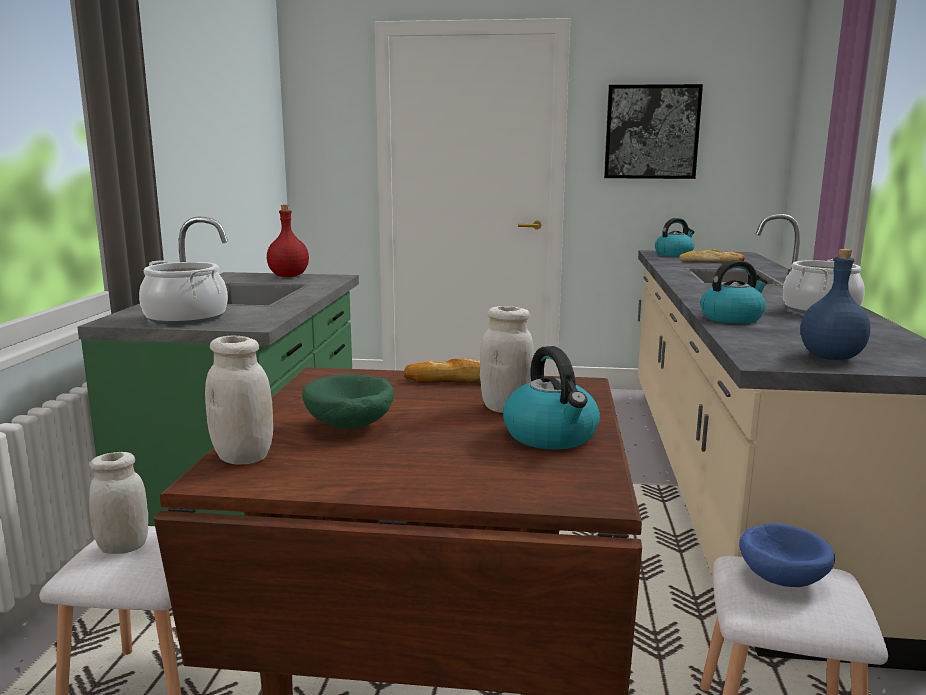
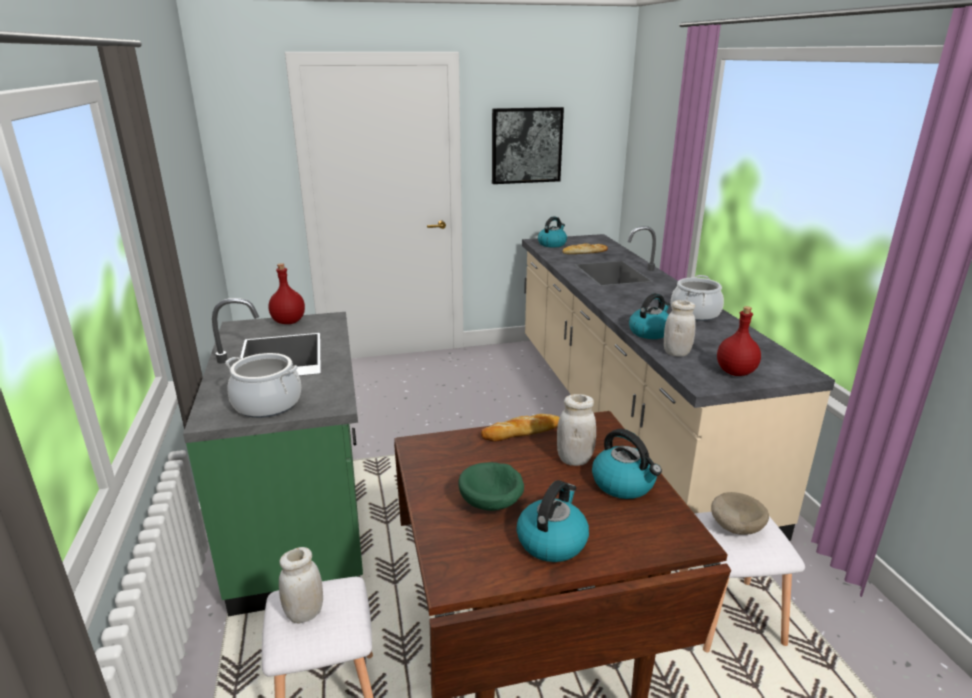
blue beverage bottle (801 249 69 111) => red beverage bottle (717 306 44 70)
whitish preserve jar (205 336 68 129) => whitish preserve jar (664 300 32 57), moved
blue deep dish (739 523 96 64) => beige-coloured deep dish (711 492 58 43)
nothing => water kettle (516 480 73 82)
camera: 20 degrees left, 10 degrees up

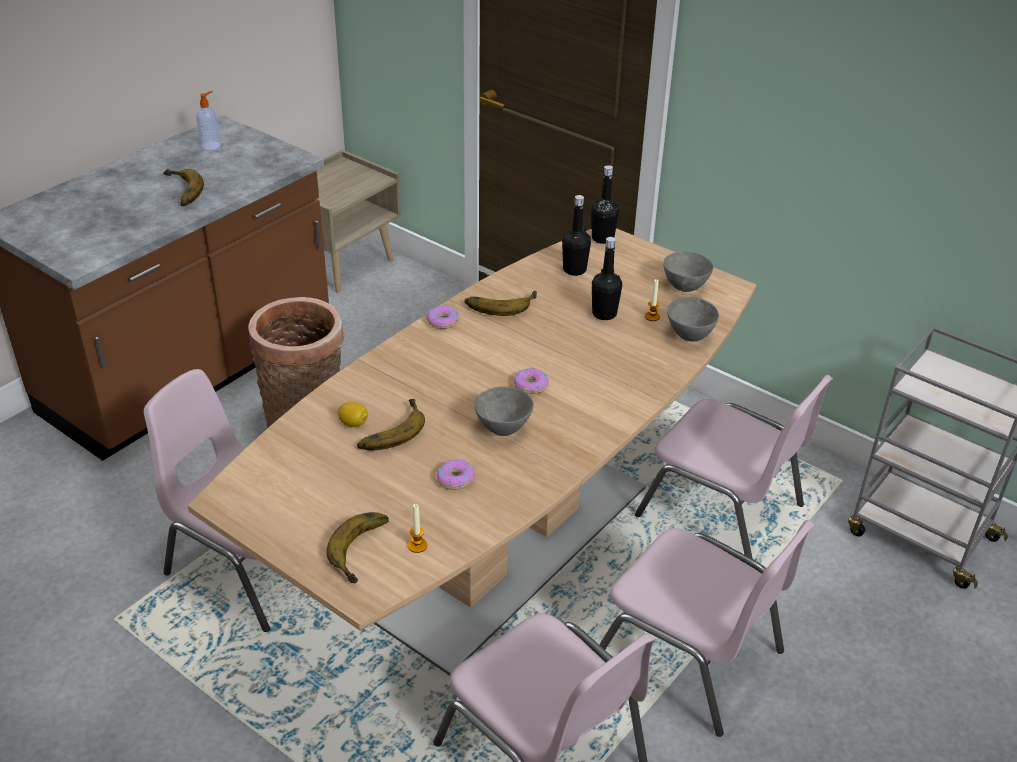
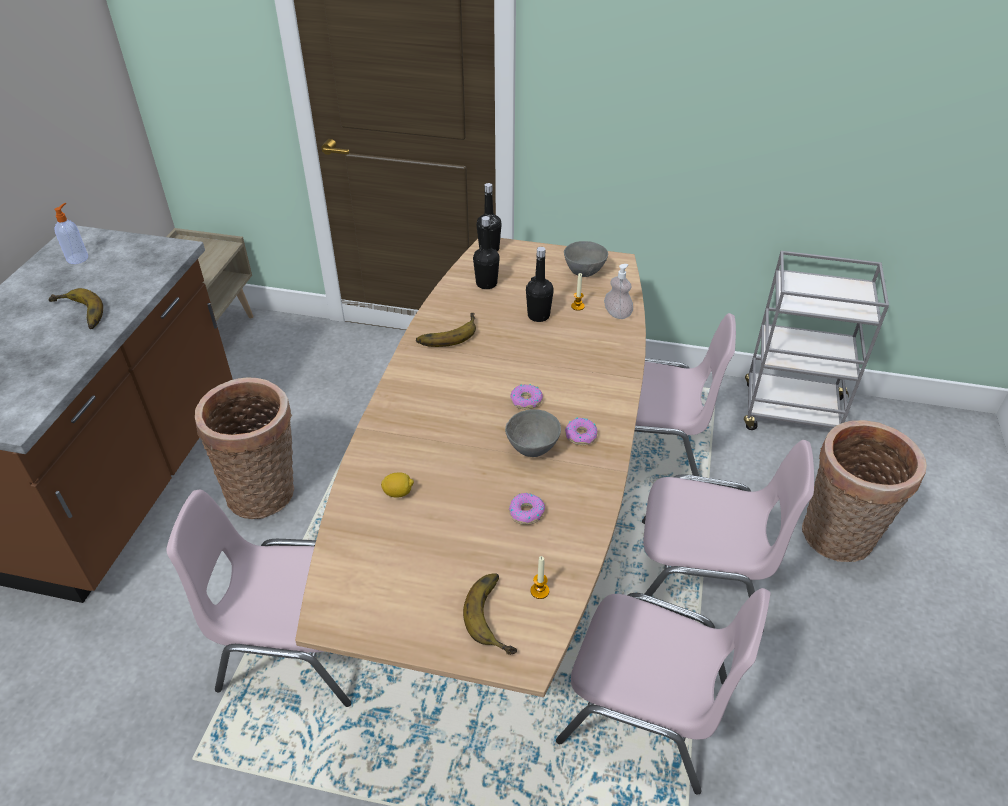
grey deep dish (667 297 52 45) => soap dispenser (604 264 29 55)
donut (426 305 33 24) => donut (565 417 33 28), moved
whole banana (357 399 68 51) => nothing
nothing => basket (802 420 125 142)
camera: 25 degrees left, 5 degrees up

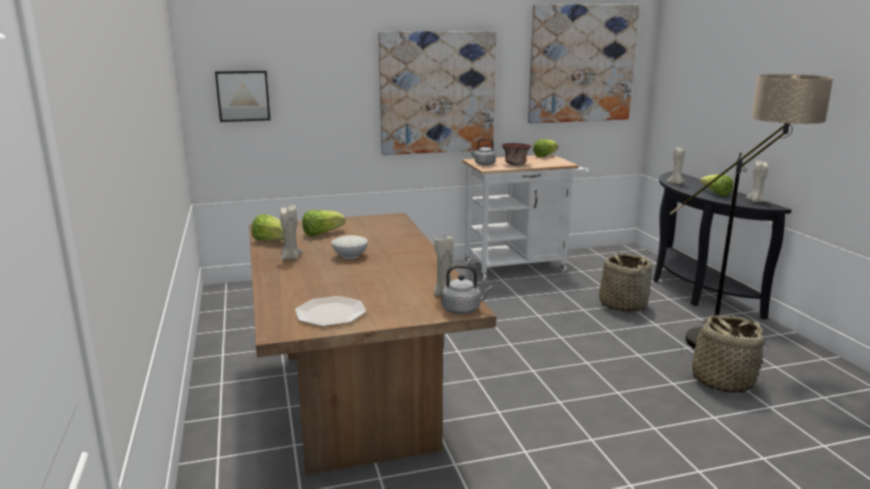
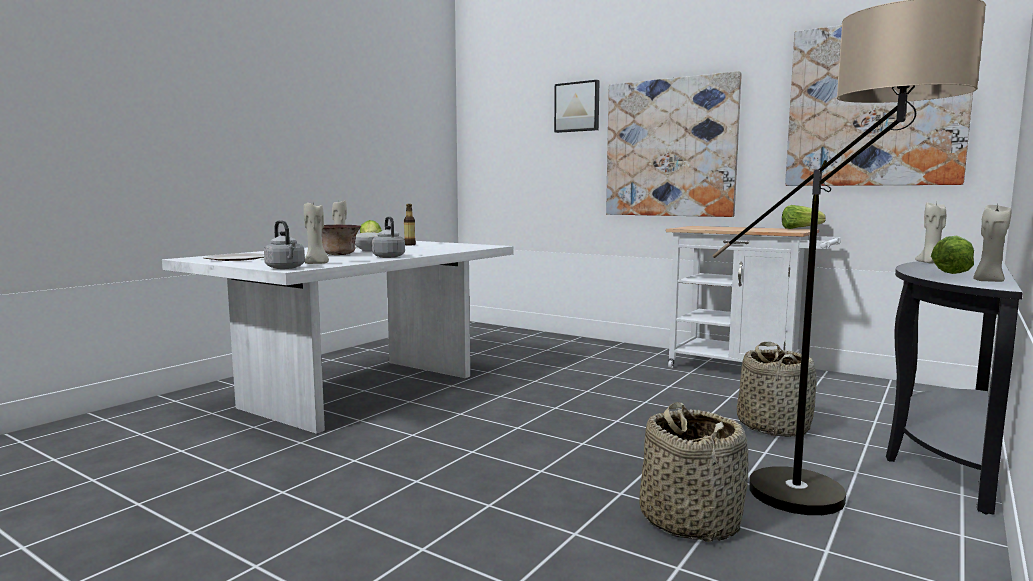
wall art (215 70 55 52) => wall art (554 80 46 53), moved
grey water kettle (470 138 26 27) => grey water kettle (372 216 33 42), moved
deep dish (502 143 29 22) => deep dish (322 225 39 30), moved
lettuce head (302 210 43 26) => beverage bottle (404 204 12 41)
brown-coloured kitchen table (249 213 247 262) => whitish kitchen table (162 241 351 193)
camera: 50 degrees right, 10 degrees down

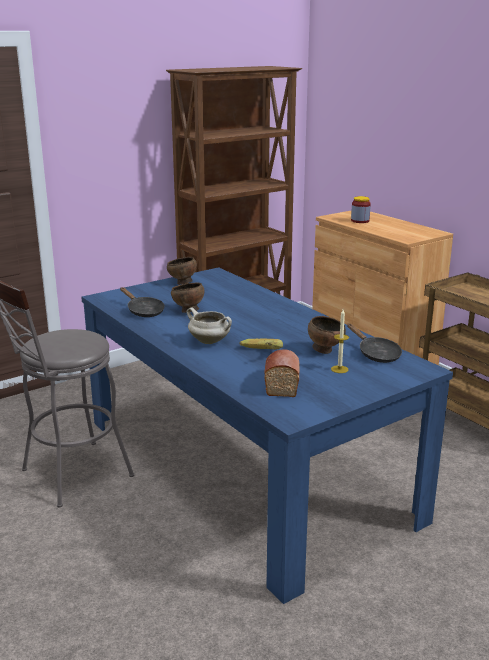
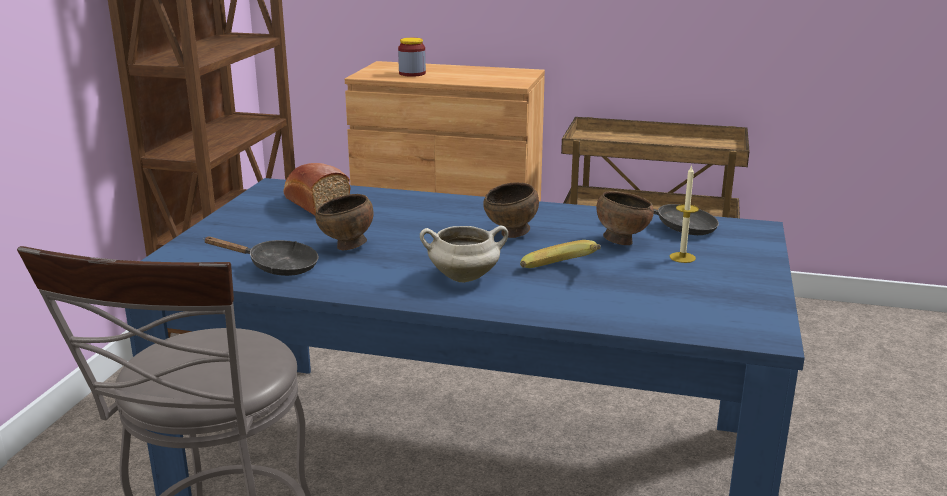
brown-coloured deep dish (167 257 30 28) => brown-coloured deep dish (483 182 56 56), moved
baked bread (264 349 36 48) => baked bread (283 163 68 53), moved
camera: 40 degrees left, 0 degrees up

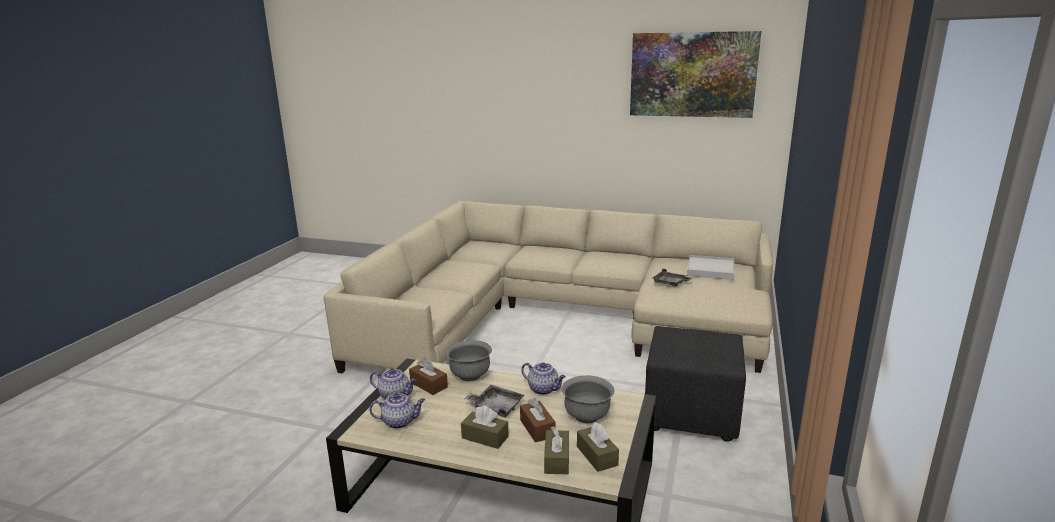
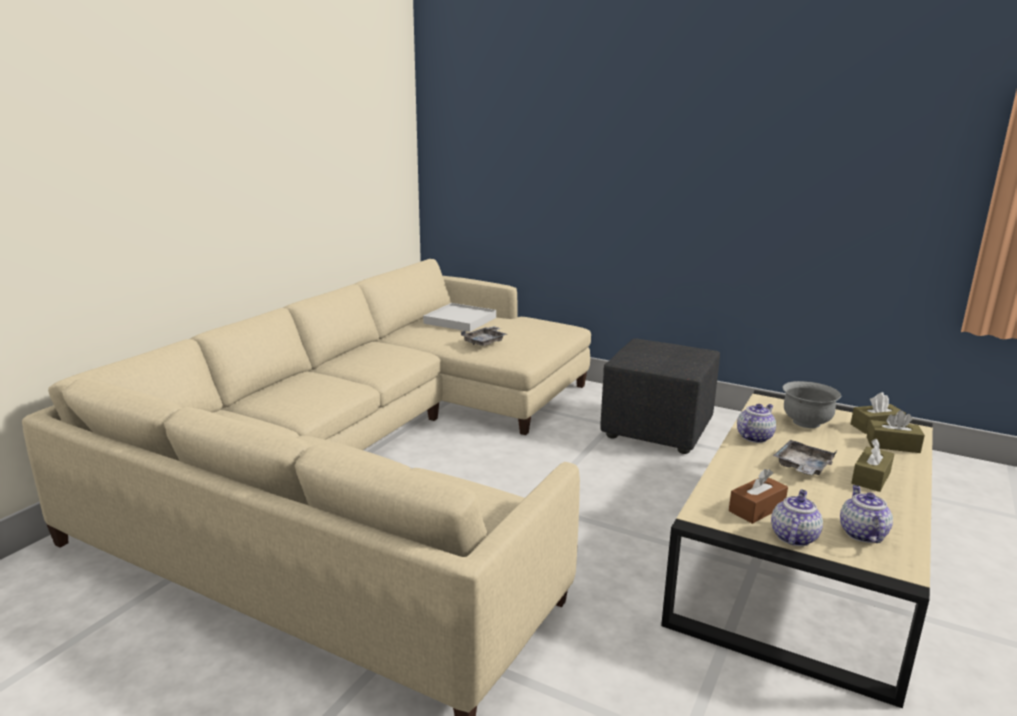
wall art (630 31 131 87) => nothing
grey deep dish (445 340 47 41) => nothing
brown-coloured box of tissues (520 398 36 45) => nothing
camera: 80 degrees left, 0 degrees up

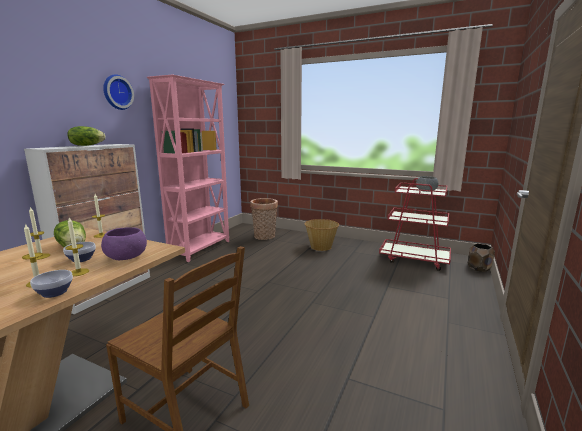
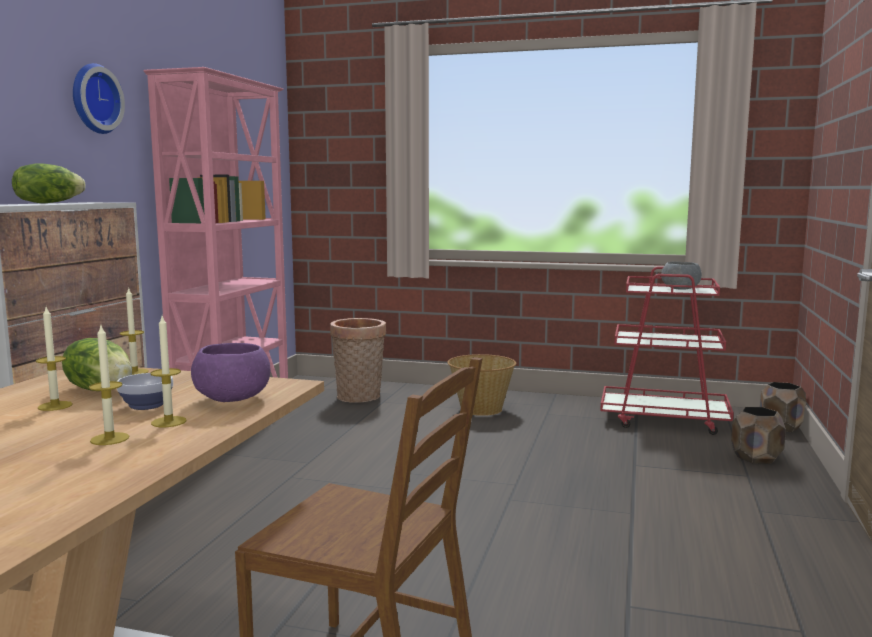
deep dish (30 270 43 28) => nothing
nothing => brown-coloured plant pot (731 407 55 57)
camera: 10 degrees left, 5 degrees down

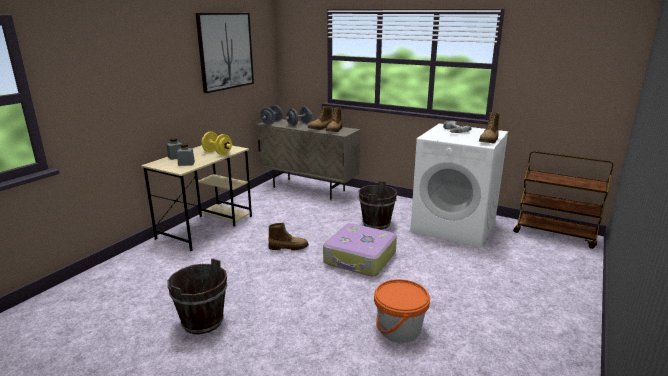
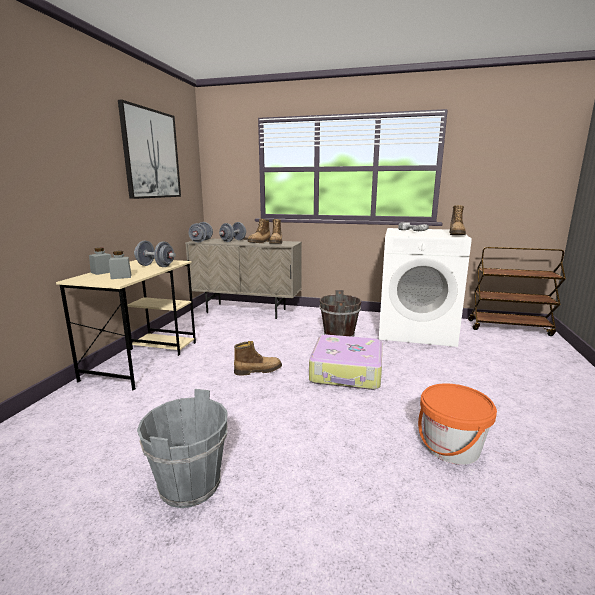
yellow-coloured hand weight (202 132 30 23) => grey hand weight (134 241 42 26)
brown-coloured water bucket (167 258 60 76) => grey water bucket (137 389 91 119)
camera: 15 degrees left, 5 degrees down

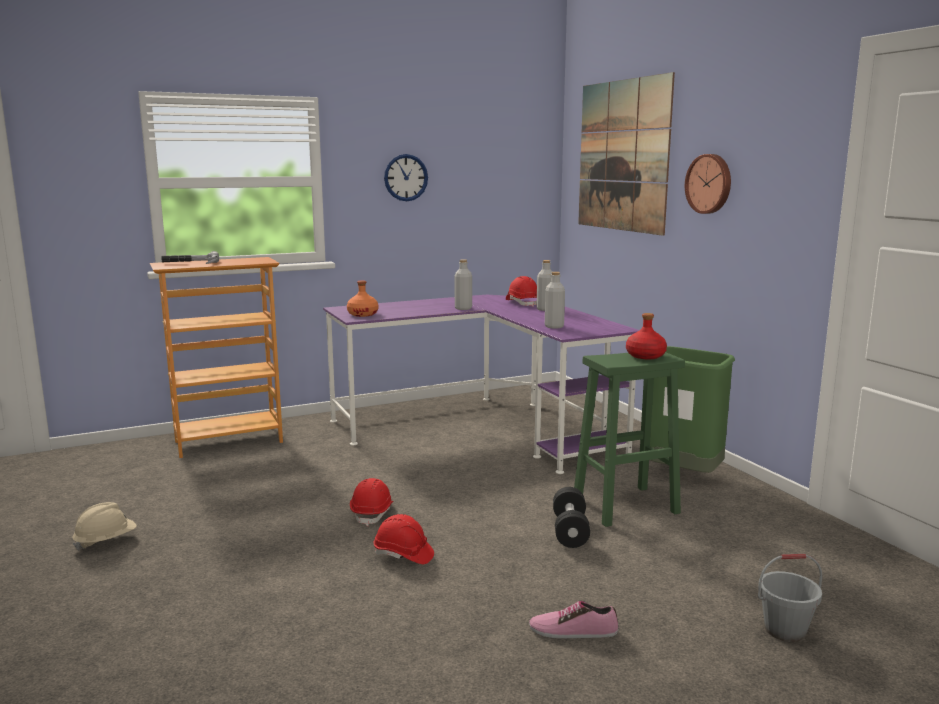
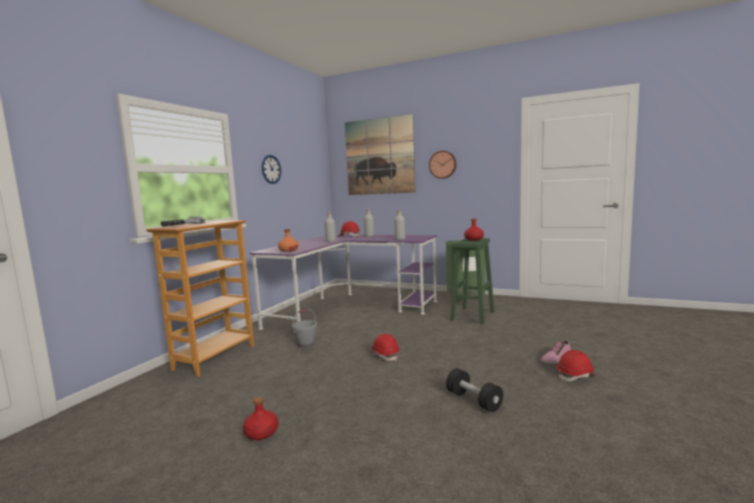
black-coloured hand weight (553 487 37 61) => black-coloured hand weight (446 368 57 44), moved
beige-coloured work helmet (72 502 65 49) => red beverage bottle (243 397 36 43)
red work helmet (374 514 60 50) => red work helmet (557 350 39 31), moved
grey water bucket (758 554 64 88) => grey water bucket (292 309 25 38), moved
camera: 40 degrees left, 5 degrees down

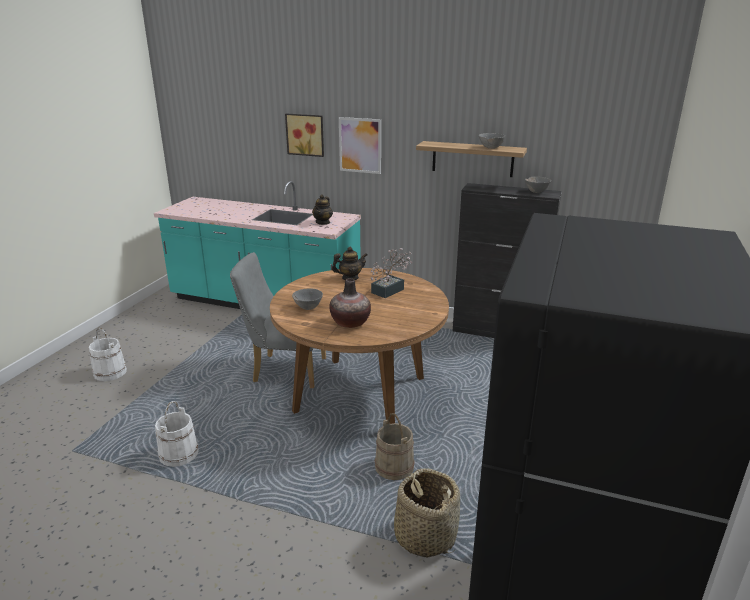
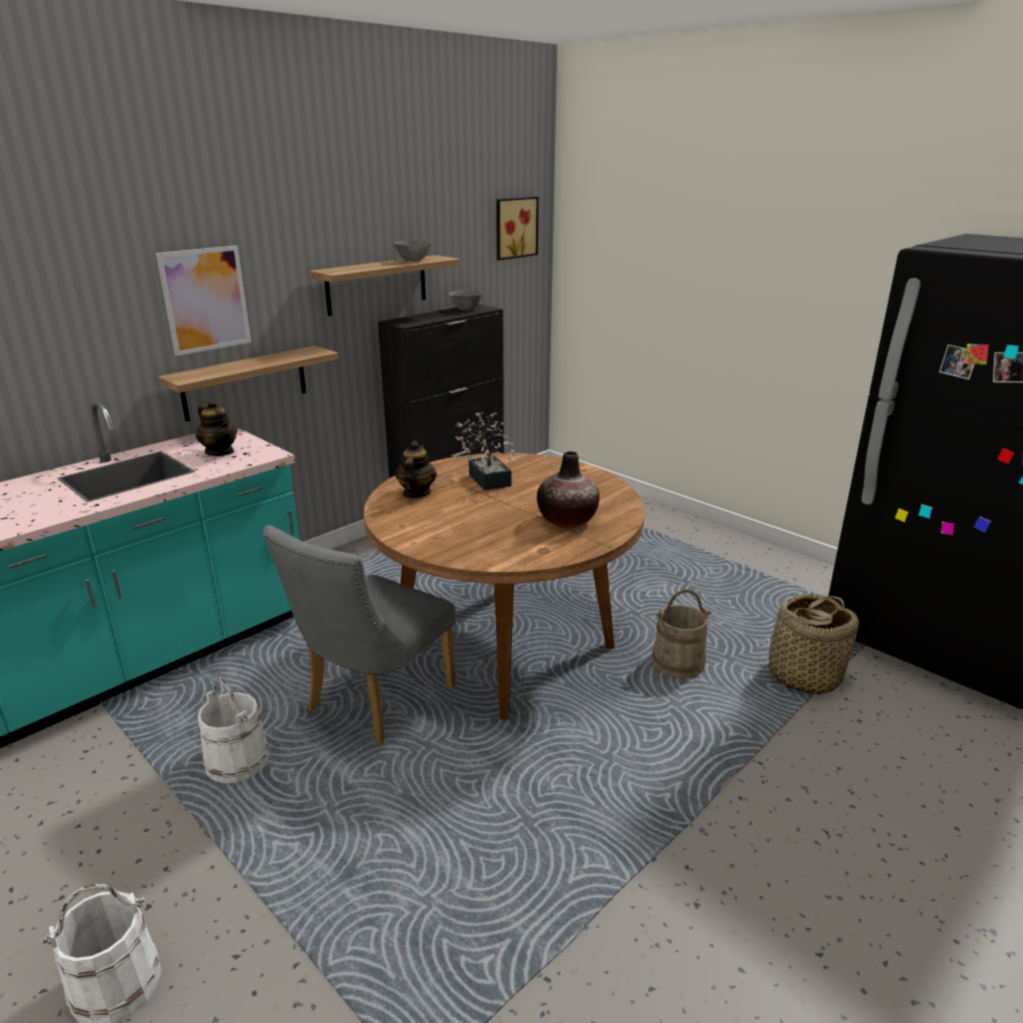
wall art (285 114 39 43) => wall art (496 197 43 63), moved
grey deep dish (292 288 31 22) => nothing
whitish water bucket (155 401 44 66) => whitish water bucket (197 677 73 106), moved
nothing => bracket shelf (158 346 181 76)
camera: 65 degrees left, 0 degrees up

